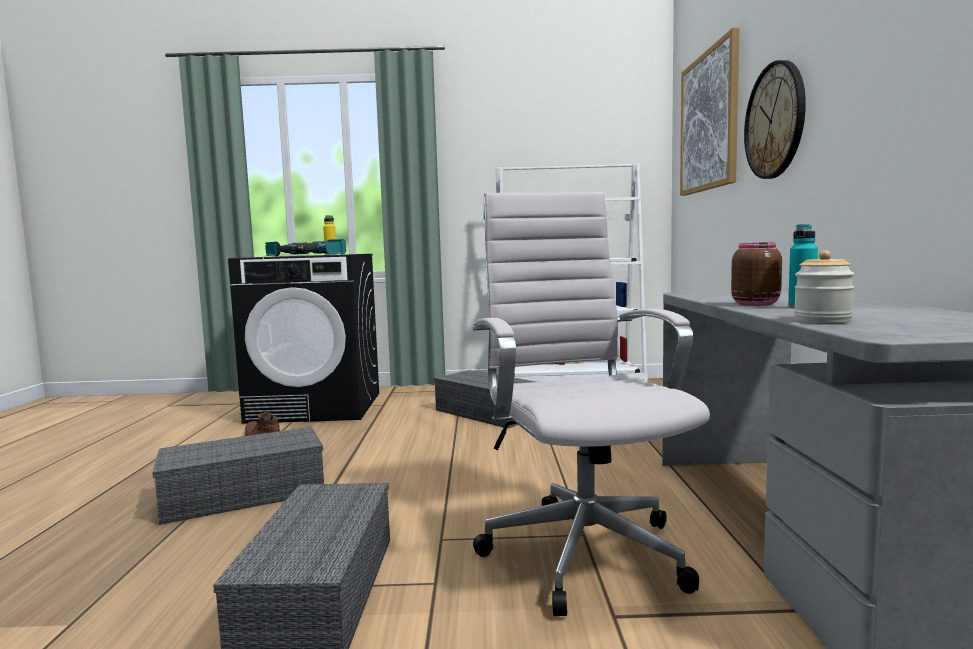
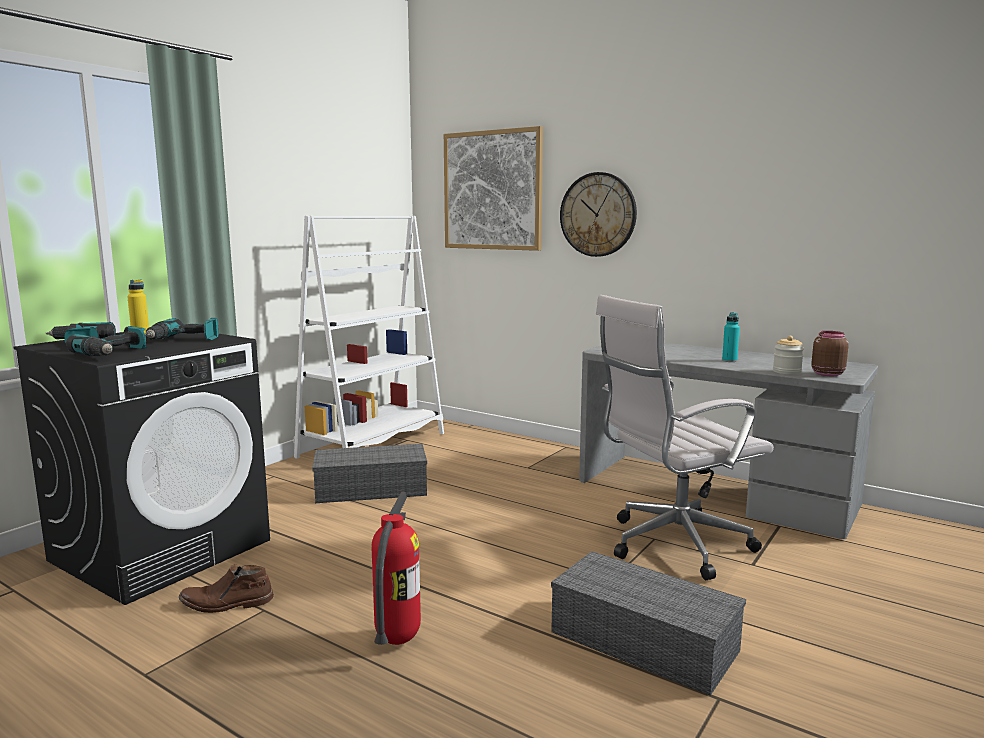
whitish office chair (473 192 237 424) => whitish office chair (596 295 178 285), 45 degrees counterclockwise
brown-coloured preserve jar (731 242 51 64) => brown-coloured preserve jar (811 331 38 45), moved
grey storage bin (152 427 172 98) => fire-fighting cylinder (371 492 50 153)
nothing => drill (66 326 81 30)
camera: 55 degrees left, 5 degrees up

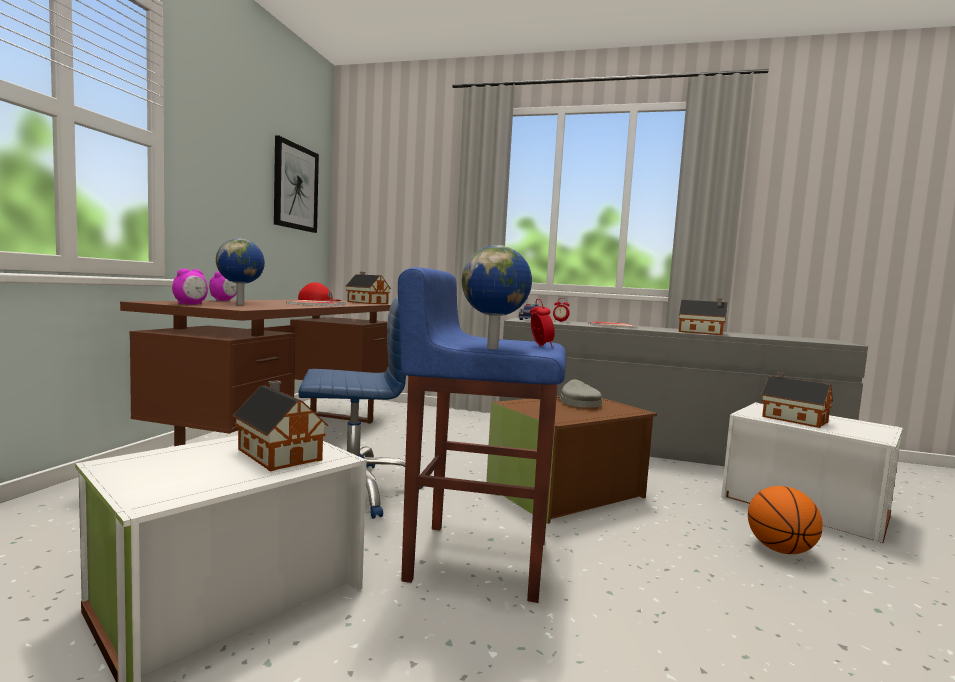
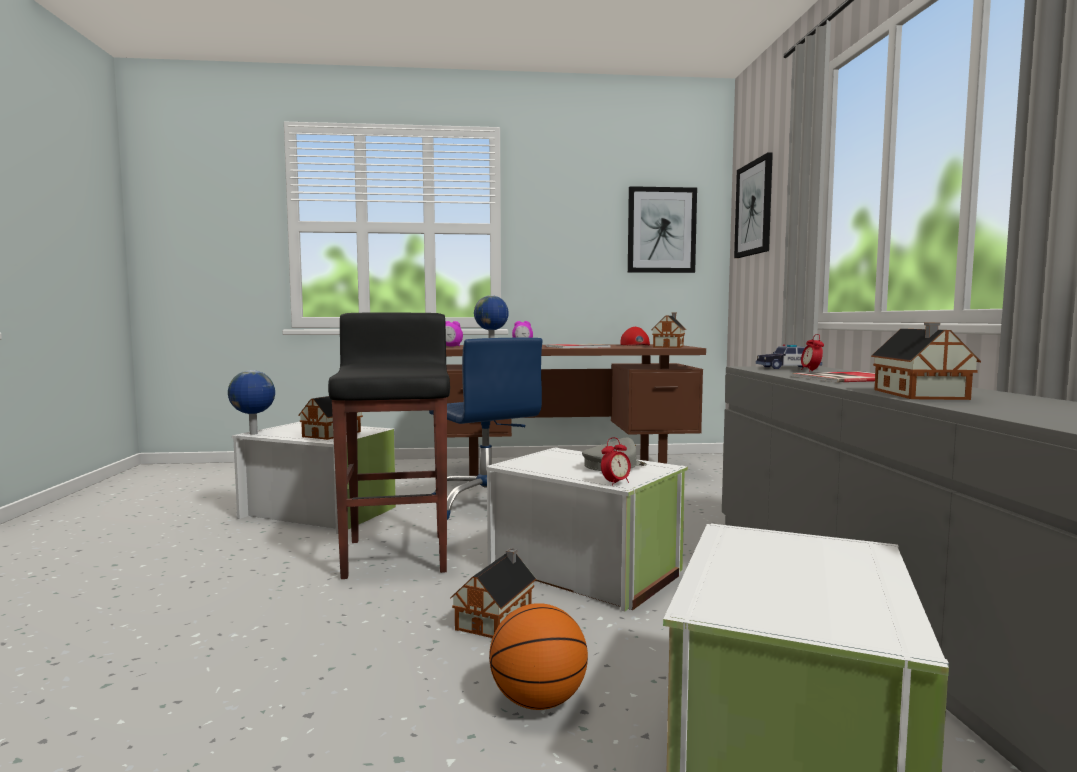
world globe (462 245 70 104) => world globe (228 370 47 65), moved
blue stool (398 267 168 336) => black-coloured stool (328 312 122 267)
alarm clock (530 299 25 48) => alarm clock (601 437 30 49), moved
miniature house (761 372 72 56) => miniature house (450 548 86 90), moved
brown-coloured storage bin (486 396 171 128) => whitish storage bin (486 447 202 165)
nothing => wall art (734 152 39 106)
camera: 70 degrees right, 0 degrees up

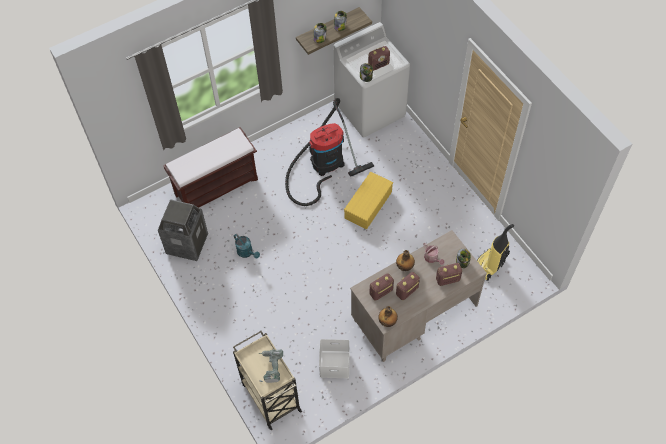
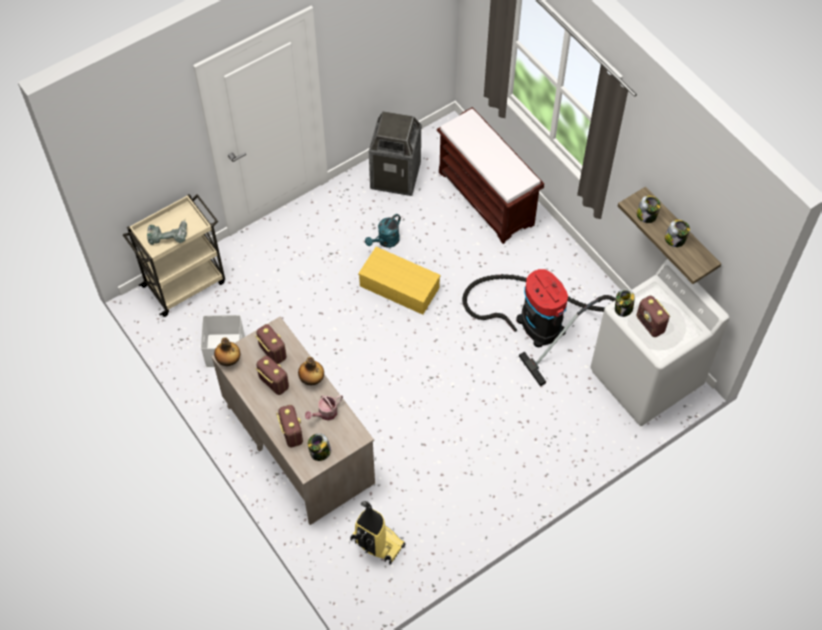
yellow-coloured storage bin (344 171 49 59) => yellow-coloured storage bin (358 247 82 68), moved
camera: 85 degrees right, 0 degrees up

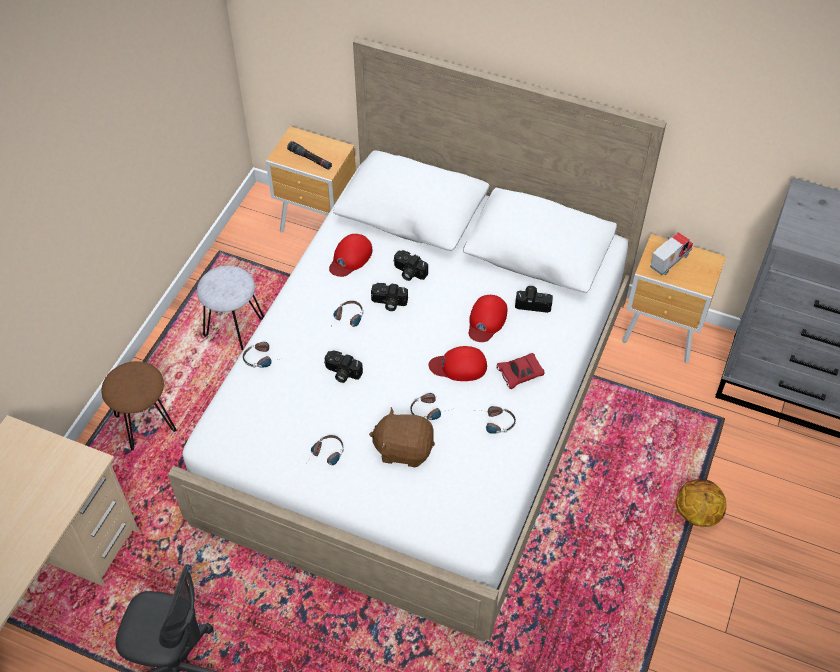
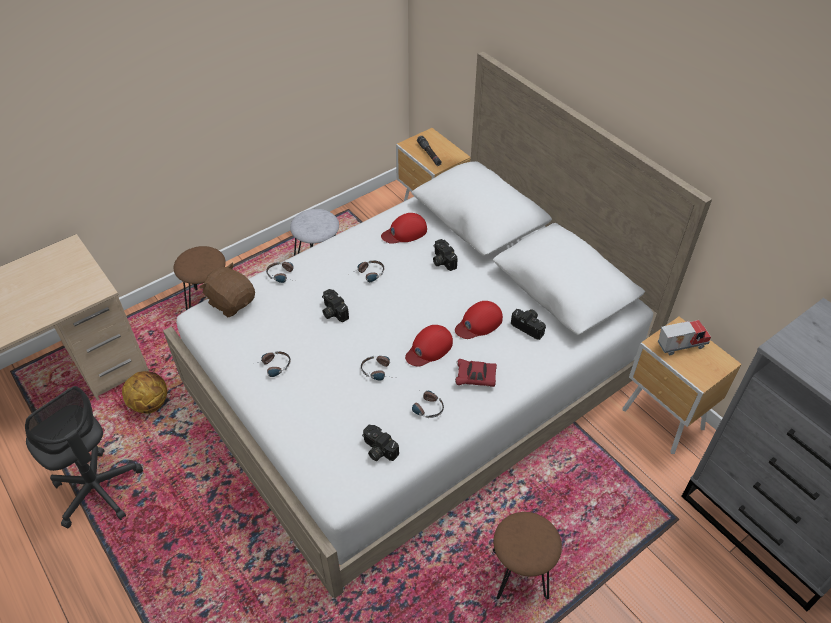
still camera (371 283 37 28) => still camera (362 425 37 36), moved
red peaked cap (428 346 59 35) => red peaked cap (405 325 48 41), 75 degrees counterclockwise
brown-coloured plush toy (369 407 66 60) => brown-coloured plush toy (200 263 55 54), moved
basketball ball (676 479 50 48) => basketball ball (122 371 45 42), moved
nothing => brown-coloured stool (493 512 69 87)
camera: 30 degrees right, 5 degrees down

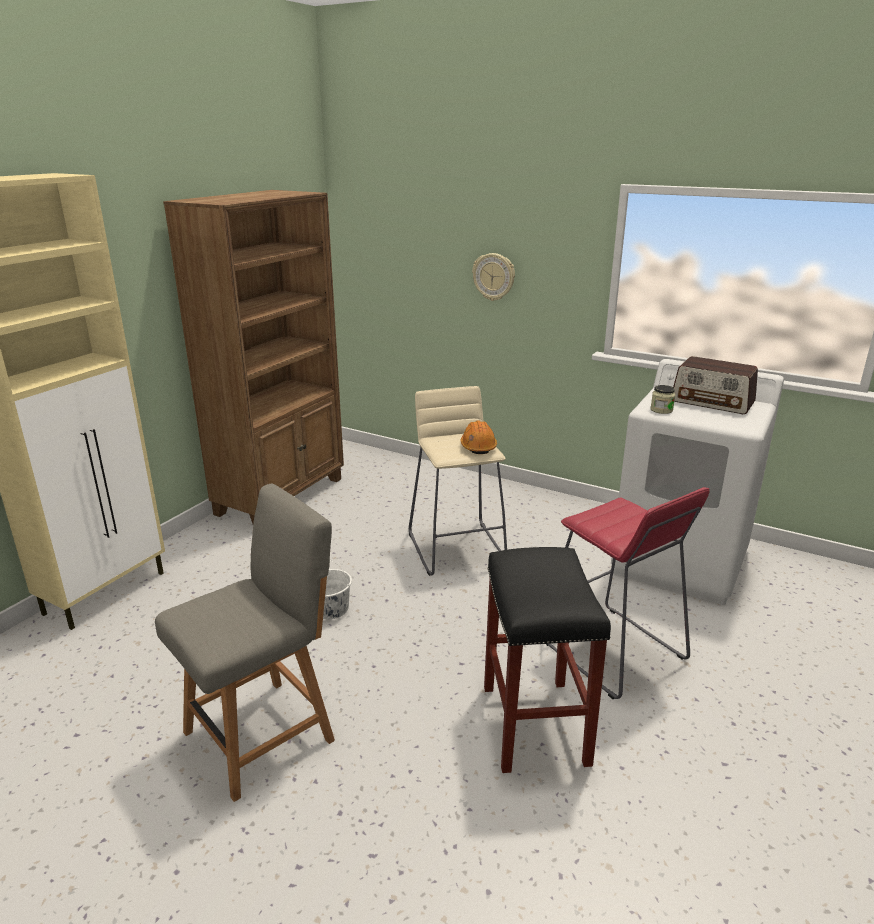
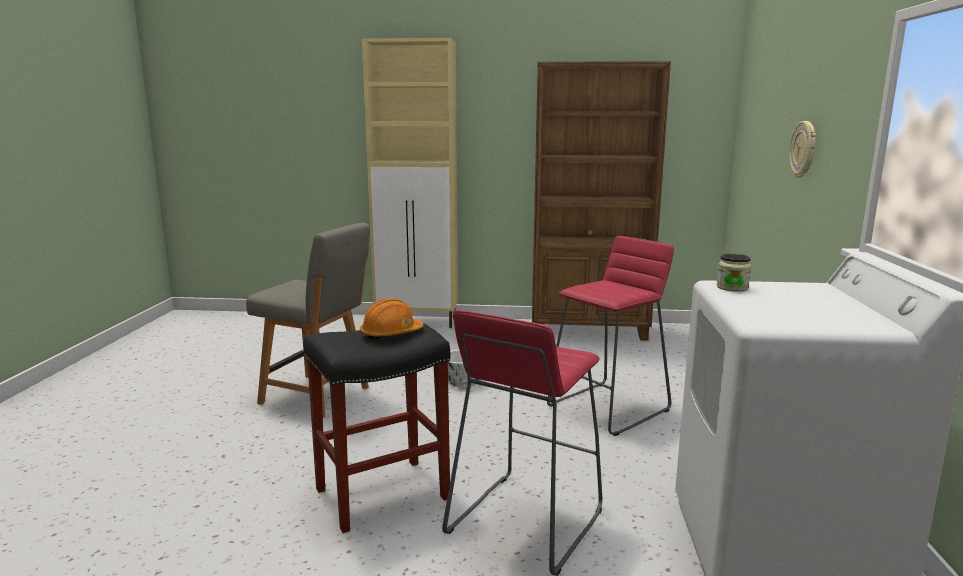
radio (673 356 85 58) => nothing
beige-coloured stool (409 386 98 190) => red stool (547 236 127 200)
orange-coloured work helmet (460 420 37 34) => orange-coloured work helmet (360 299 64 41), moved
camera: 65 degrees right, 10 degrees down

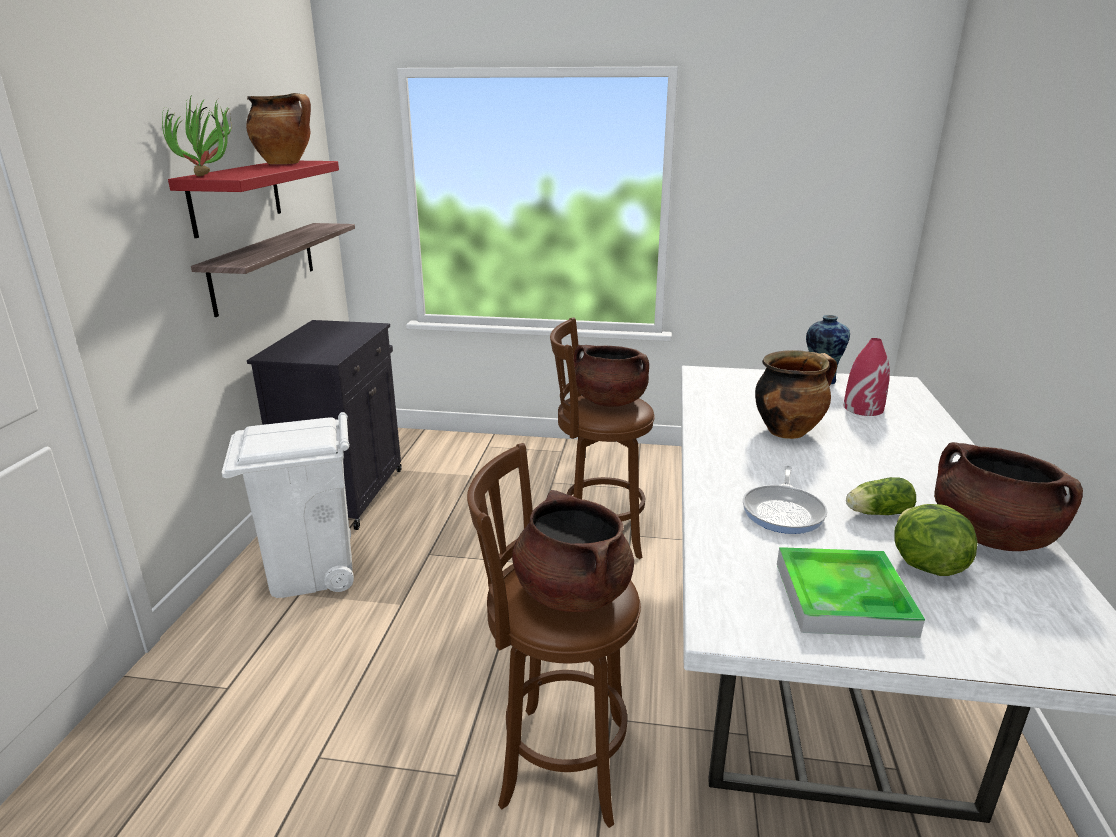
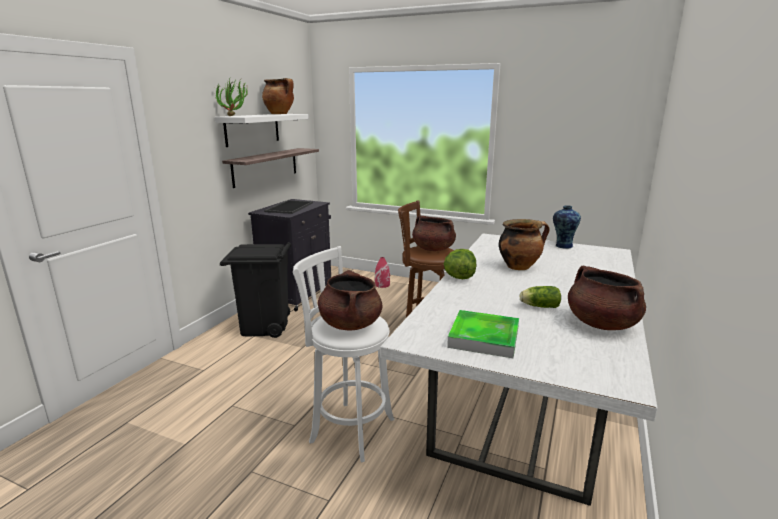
red bracket shelf (168 161 171 77) => whitish bracket shelf (215 114 94 33)
red decorative vase (844 338 46 78) => red decorative vase (375 257 15 31), moved
whitish waste bin (222 412 132 186) => black-coloured waste bin (220 242 71 96)
brown-coloured stool (467 443 174 385) => whitish stool (293 246 102 217)
frying pan (743 465 84 69) => nothing
lettuce head (894 504 84 72) => lettuce head (444 249 32 30), moved
nothing => serving tray (264 200 49 14)
camera: 15 degrees right, 5 degrees down

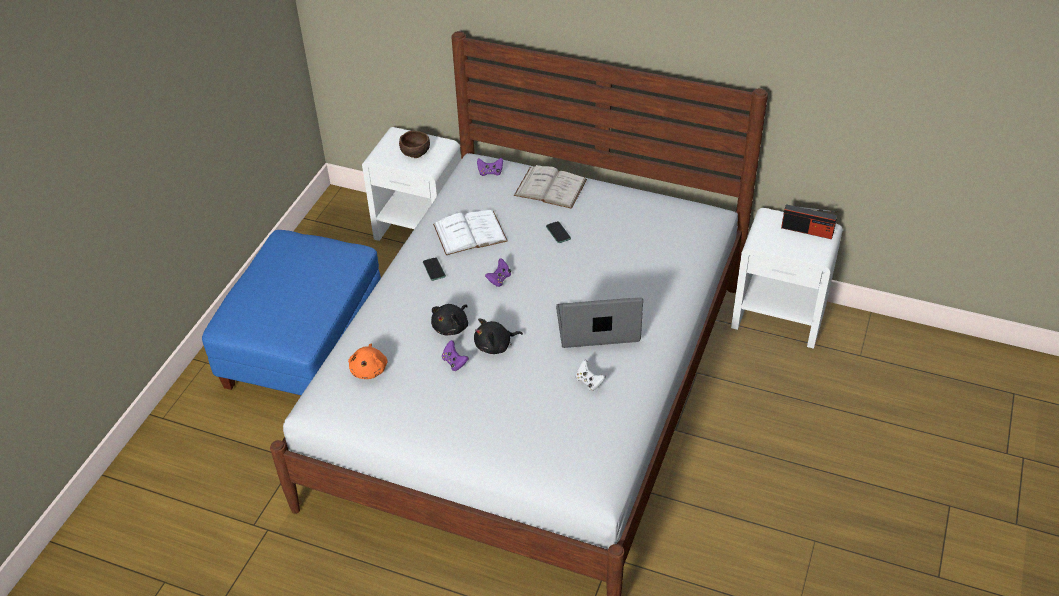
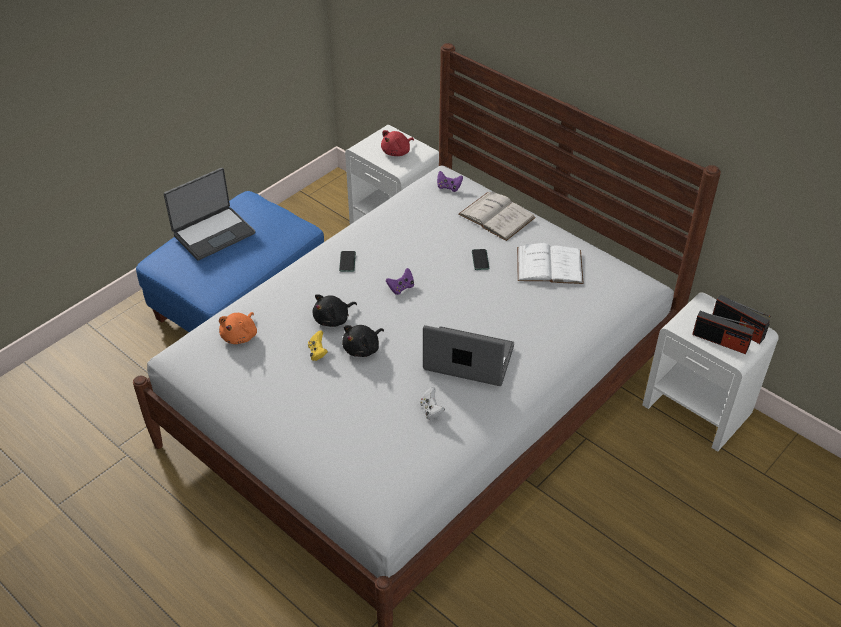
brown-coloured deep dish (399 131 31 27) => red plush toy (381 130 33 26)
whitish bound book (433 210 75 45) => whitish bound book (517 243 67 41), moved
black-coloured plush toy (474 319 49 35) => black-coloured plush toy (342 325 42 32), 45 degrees counterclockwise
purple gamepad (442 340 26 31) => yellow-coloured gamepad (308 331 20 30)
nothing => portable computer (164 168 91 92)
nothing => radio (692 311 63 43)
camera: 20 degrees right, 0 degrees up

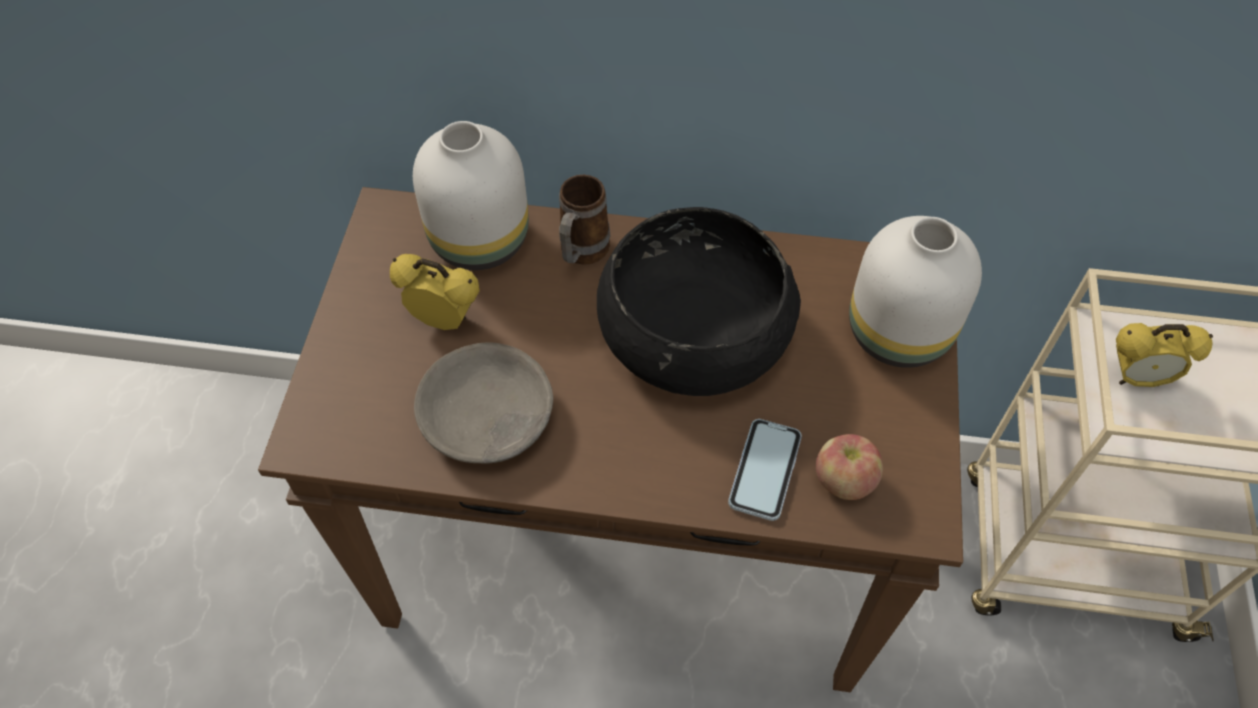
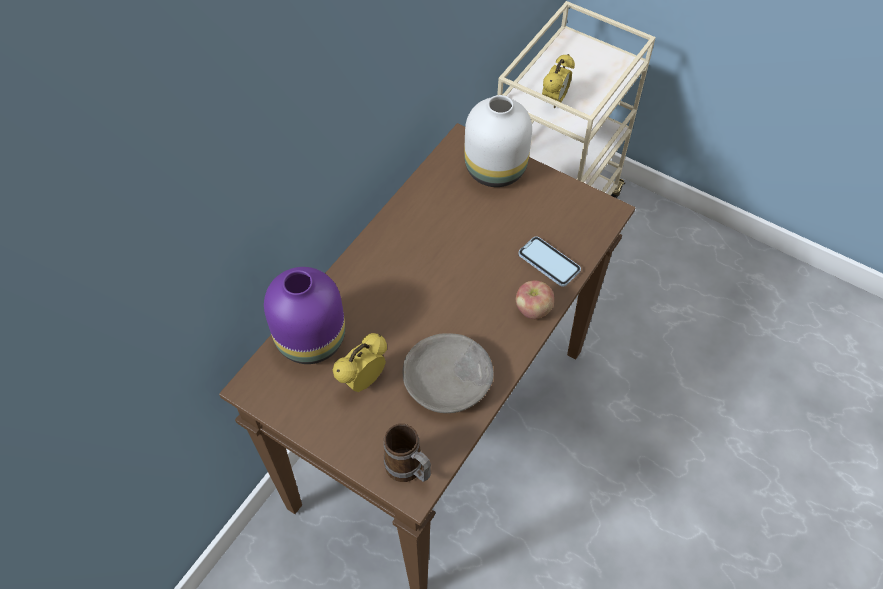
whitish decorative vase (413 121 116 149) => purple decorative vase (264 267 81 97)
mug (559 174 51 91) => mug (384 424 47 58), moved
black-coloured deep dish (597 207 204 189) => nothing
apple (816 434 67 66) => apple (516 280 38 39), moved
camera: 65 degrees left, 0 degrees up

